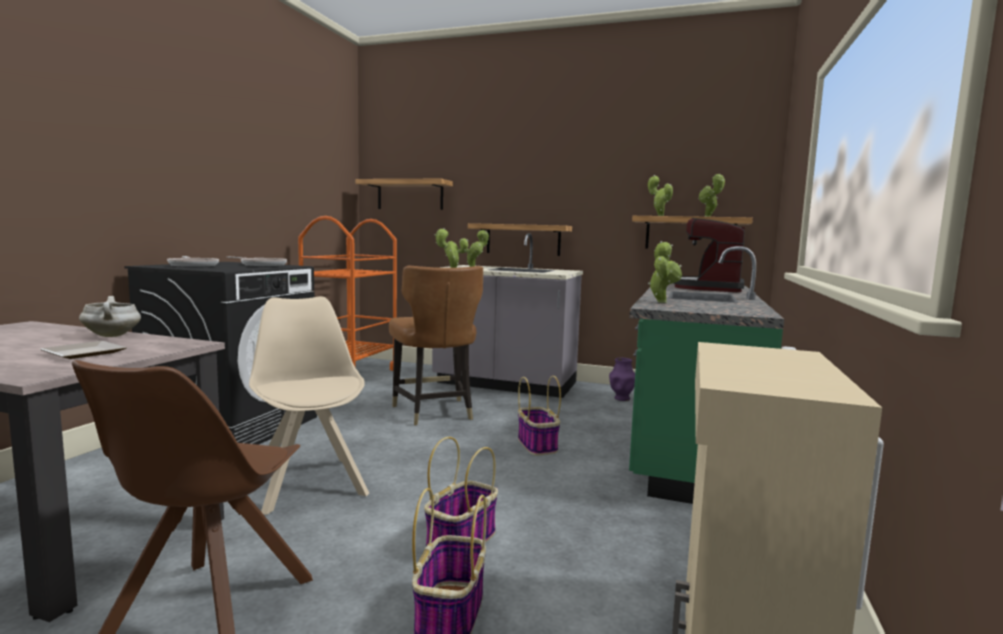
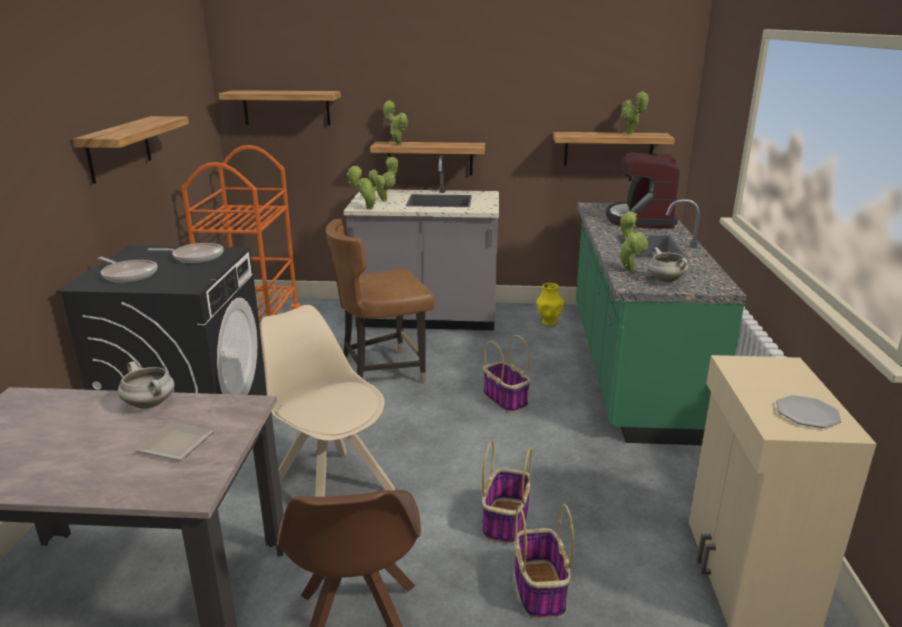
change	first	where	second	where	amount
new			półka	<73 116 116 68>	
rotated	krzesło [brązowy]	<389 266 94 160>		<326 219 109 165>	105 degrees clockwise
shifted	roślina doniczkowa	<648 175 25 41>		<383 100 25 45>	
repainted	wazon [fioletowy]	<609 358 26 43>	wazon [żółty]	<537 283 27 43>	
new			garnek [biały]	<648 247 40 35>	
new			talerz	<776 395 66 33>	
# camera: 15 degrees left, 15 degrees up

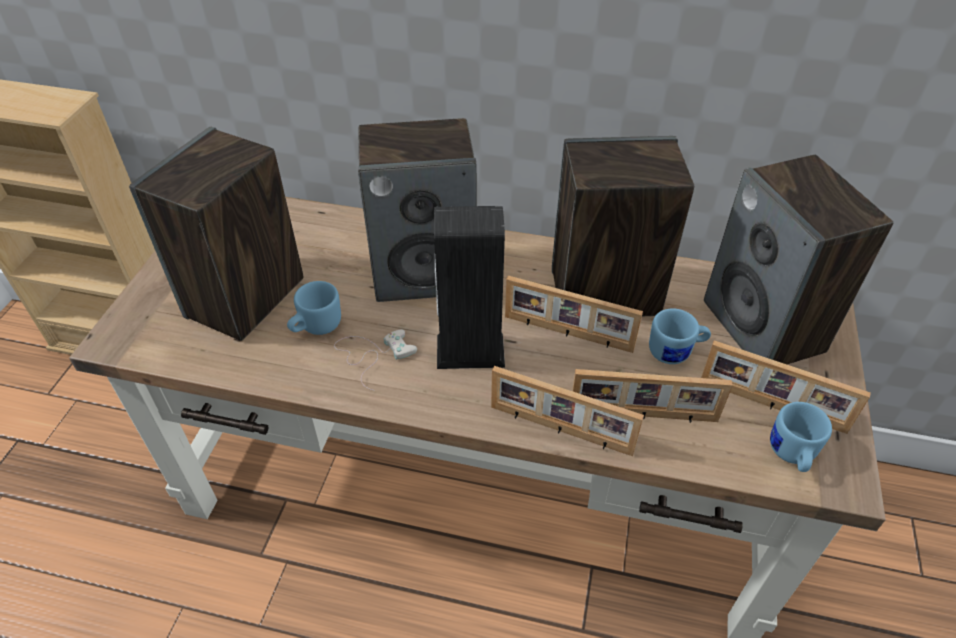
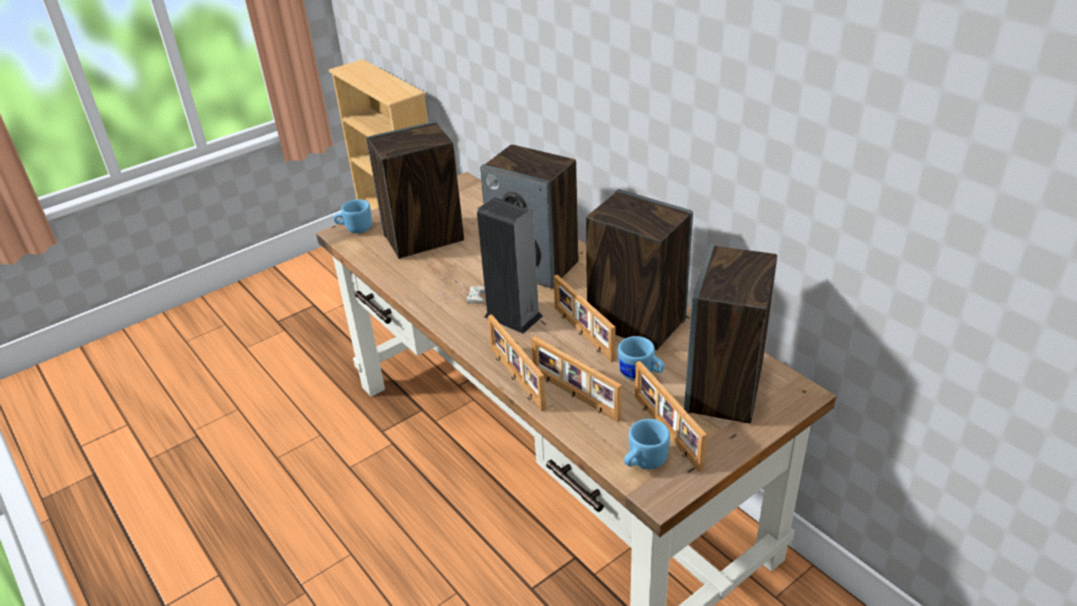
change	first	where	second	where	amount
shifted	kubek [niebieski]	<287 281 54 54>		<333 199 39 34>	
# camera: 40 degrees right, 10 degrees down

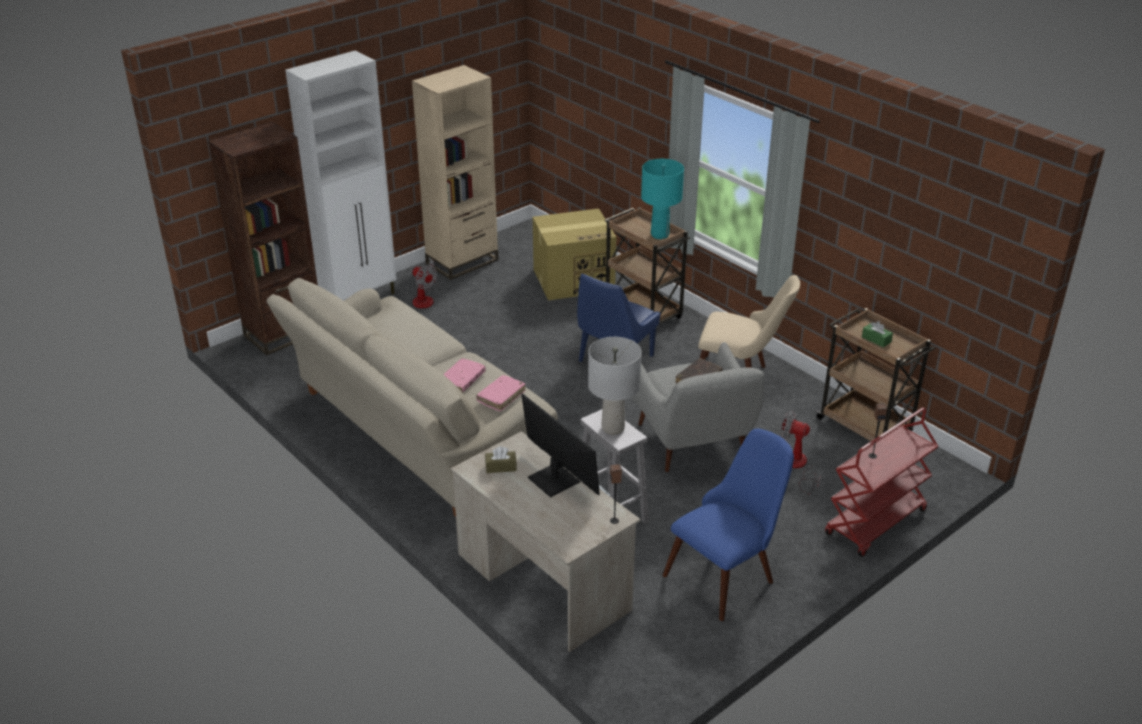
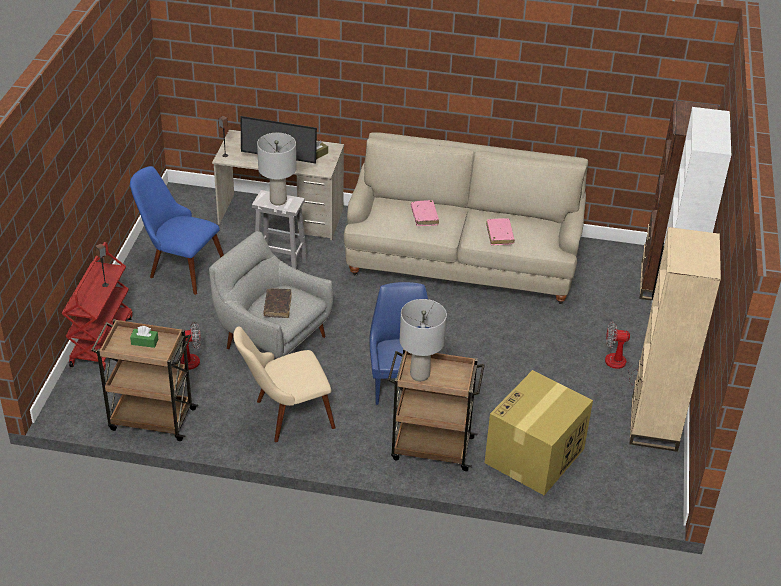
change	first	where	second	where	amount
rotated	krzesło [niebieski]	<663 428 131 193>		<130 166 94 129>	105 degrees clockwise
repainted	lampa stołowa [turkusowy]	<641 159 43 80>	lampa stołowa [szary]	<400 299 47 82>	
shifted	książka [różowy]	<476 375 49 36>		<486 218 29 27>	
# camera: 140 degrees right, 5 degrees up

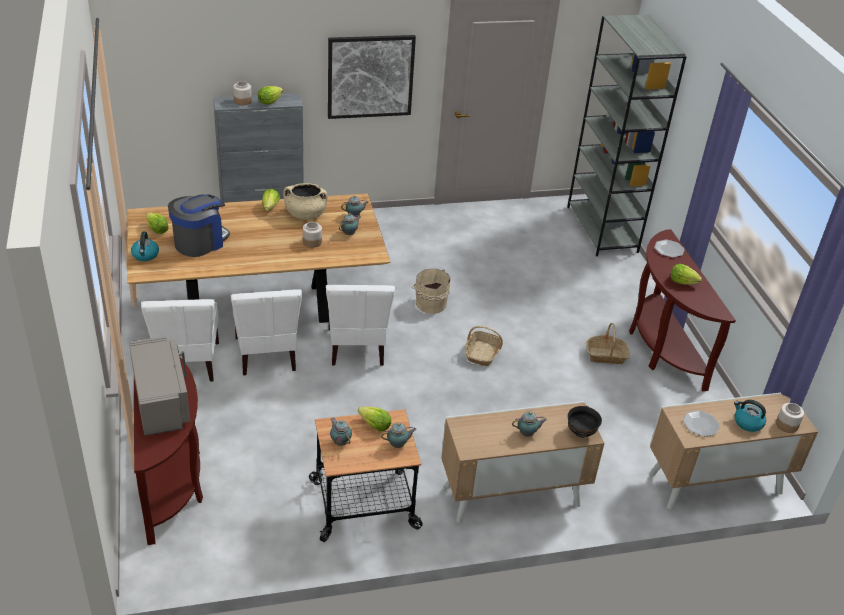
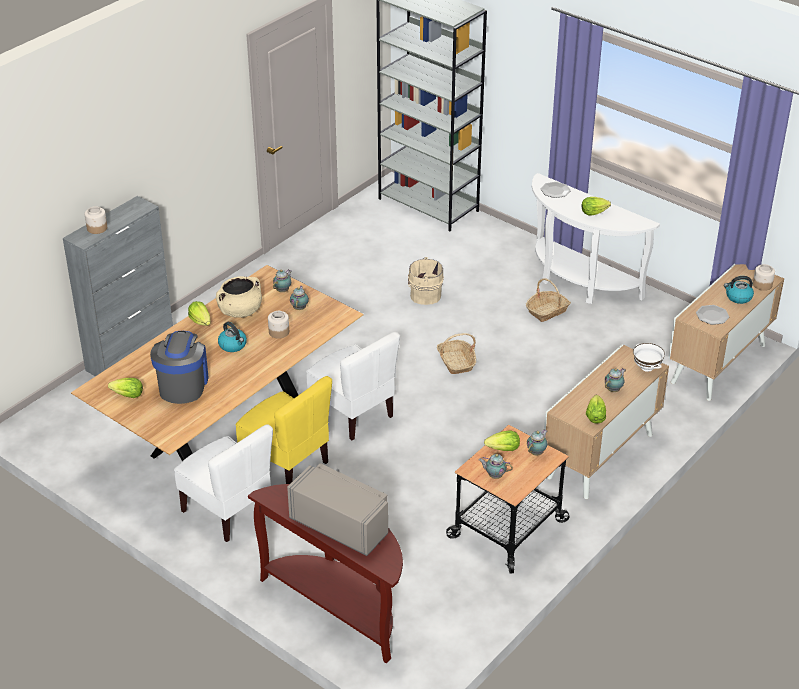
change	first	where	second	where	amount
shifted	czajnik	<131 232 28 29>		<218 322 29 30>	
repainted	krzesło [biały]	<231 289 71 87>	krzesło [żółty]	<235 376 97 108>	
shifted	wiadro [beżowy]	<413 268 38 46>		<408 257 36 48>	
repainted	stolik konsolowy [brązowy]	<629 229 107 162>	stolik konsolowy [biały]	<532 173 128 131>	
shifted	sałata	<258 86 25 19>		<586 395 20 28>	
repainted	miska [czarny]	<568 406 34 32>	miska [biały]	<633 343 32 29>	
gone	obraz	<328 35 88 84>			
# camera: 35 degrees left, 0 degrees up

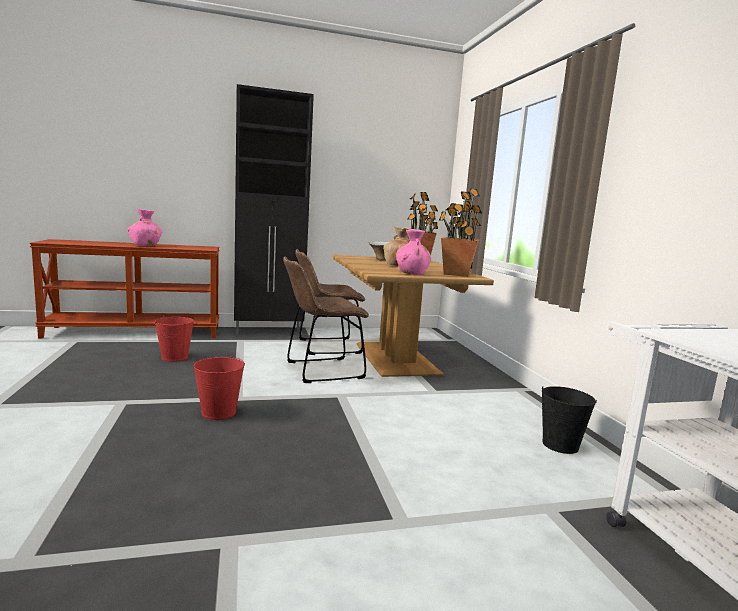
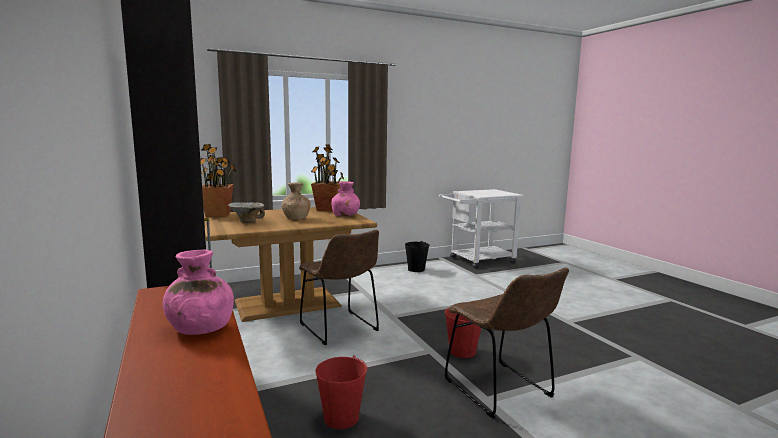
change	first	where	second	where	amount
shifted	krzesło [brązowy]	<295 249 70 106>		<444 268 125 150>	
# camera: 100 degrees left, 0 degrees up

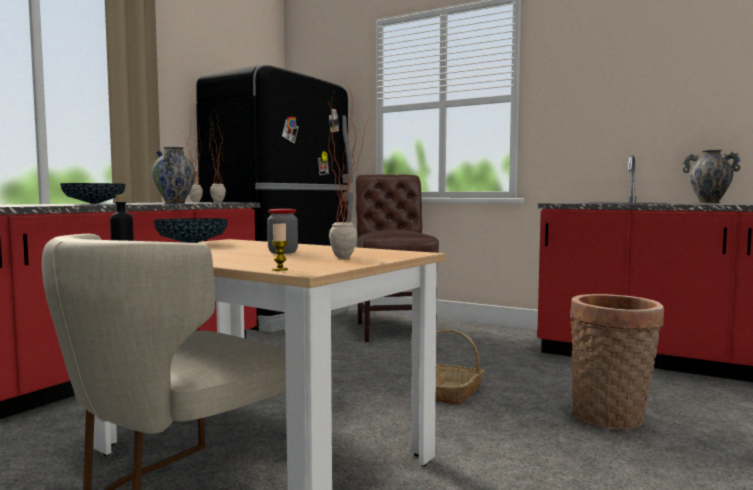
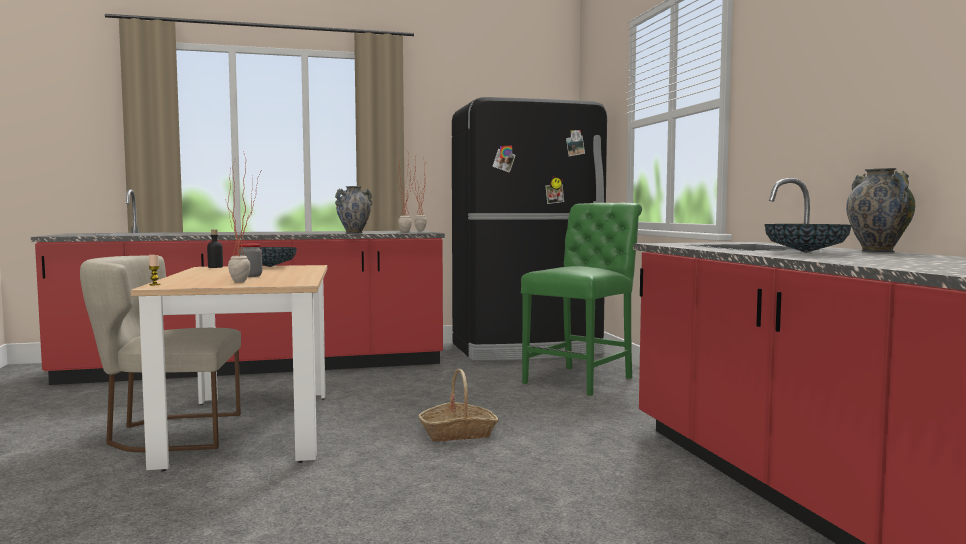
change	first	where	second	where	amount
repainted	krzesło [brązowy]	<356 174 83 168>	krzesło [zielony]	<521 203 121 193>	
shifted	miska	<60 183 66 21>		<764 224 88 29>	
gone	koszyk	<570 294 94 135>			
# camera: 45 degrees right, 0 degrees up

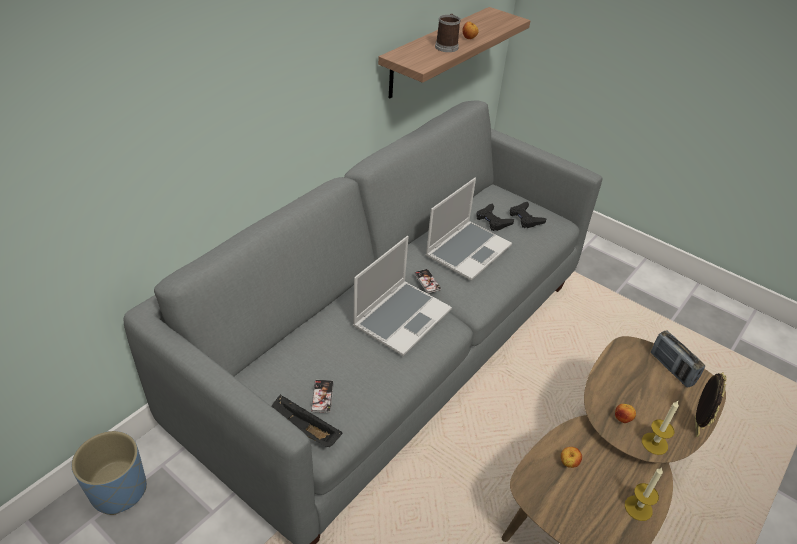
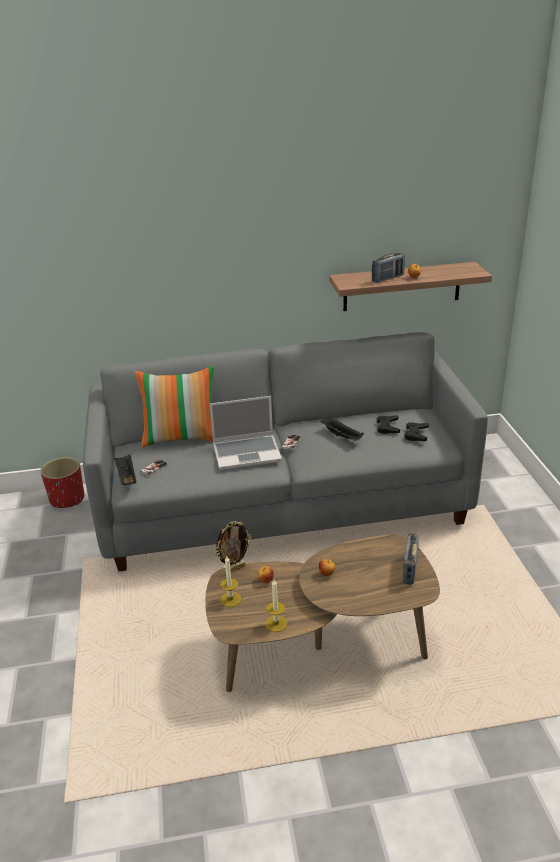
change	first	where	second	where	amount
repainted	donica [niebieski]	<72 431 75 84>	donica [czerwony]	<41 457 43 51>	
new			poduszka	<134 366 80 81>	
shifted	ramka na zdjęcie	<695 372 31 66>		<215 521 37 53>	
shifted	świeca	<642 401 37 54>		<220 556 21 51>	
swapped	laptop	<426 178 86 103>	taca [czarny]	<321 417 43 24>	
swapped	kubek	<435 14 26 38>	radio	<371 253 34 30>	
# camera: 45 degrees right, 10 degrees down

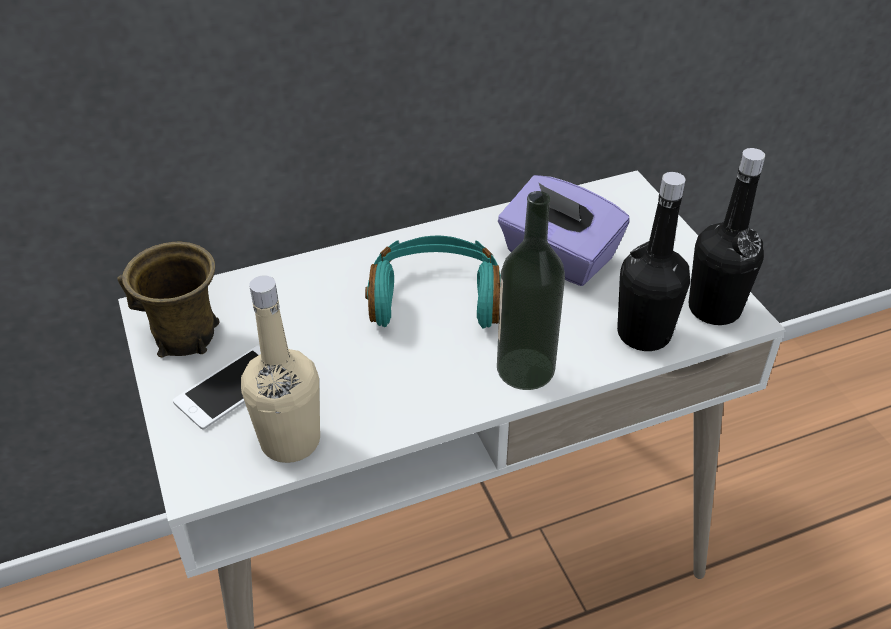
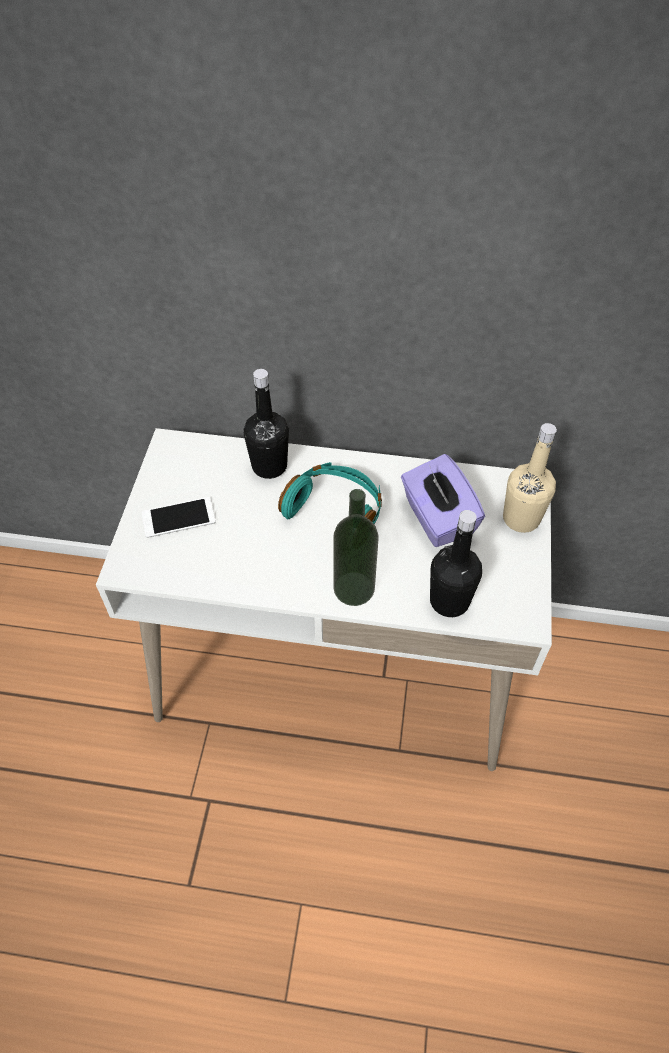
change	first	where	second	where	amount
shifted	butelka [czarny]	<689 148 76 177>		<244 369 45 110>	
shifted	butelka [beżowy]	<241 275 79 188>		<503 423 54 110>	
gone	kubek [brązowy]	<117 242 103 116>			
# camera: 30 degrees right, 10 degrees up

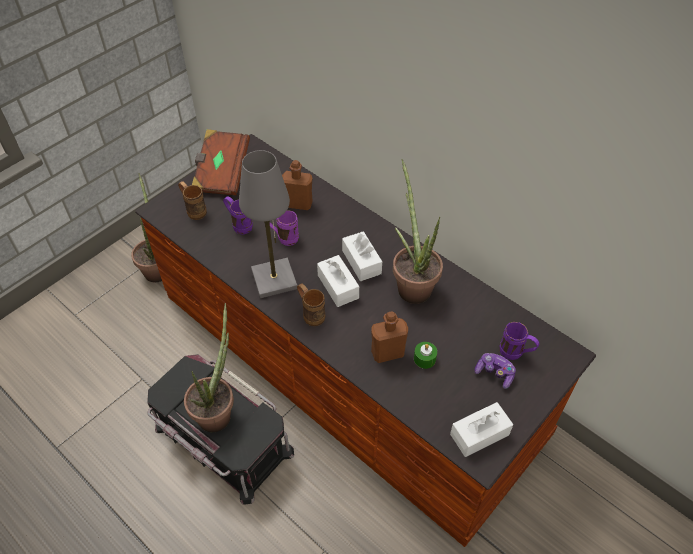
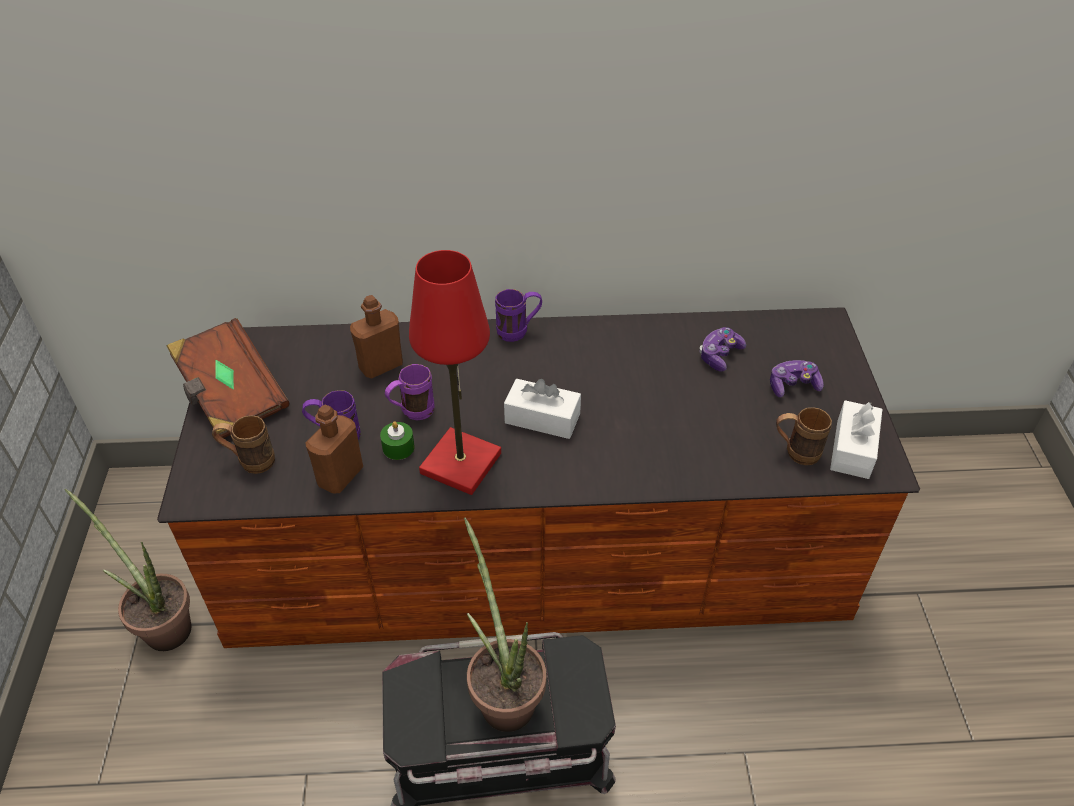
change	first	where	second	where	amount
shifted	butelka [brązowy]	<371 311 37 52>		<306 404 57 89>	
shifted	świeca [zielony]	<414 342 23 27>		<380 421 34 39>	
repainted	lampa stołowa [szary]	<239 150 58 148>	lampa stołowa [czerwony]	<409 250 92 245>	
shifted	kubek [fioletowy]	<499 322 41 38>		<495 289 47 53>	
new			pad do gier	<699 327 47 45>	
shifted	kubek [brązowy]	<297 283 28 43>		<776 407 56 58>	
gone	pudełko chusteczek [biały]	<342 231 40 50>			
gone	roślina doniczkowa	<393 159 50 145>			
# camera: 45 degrees left, 5 degrees down

